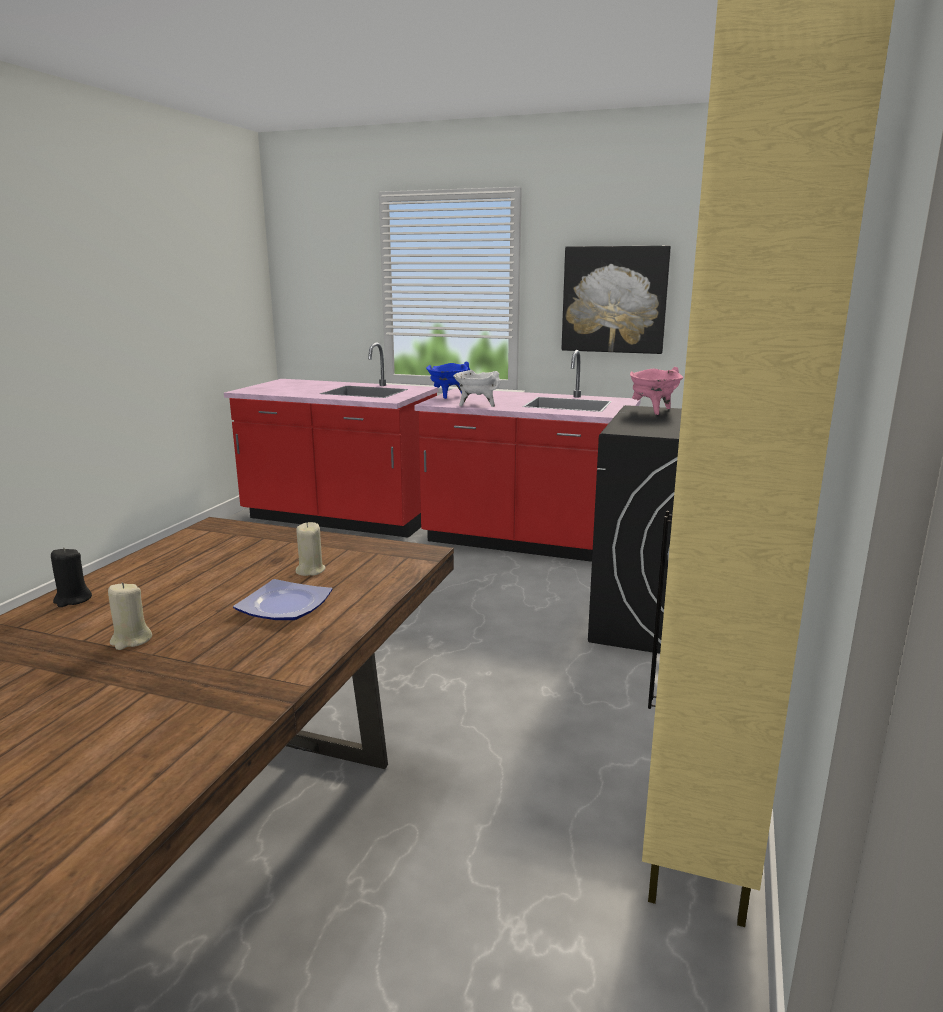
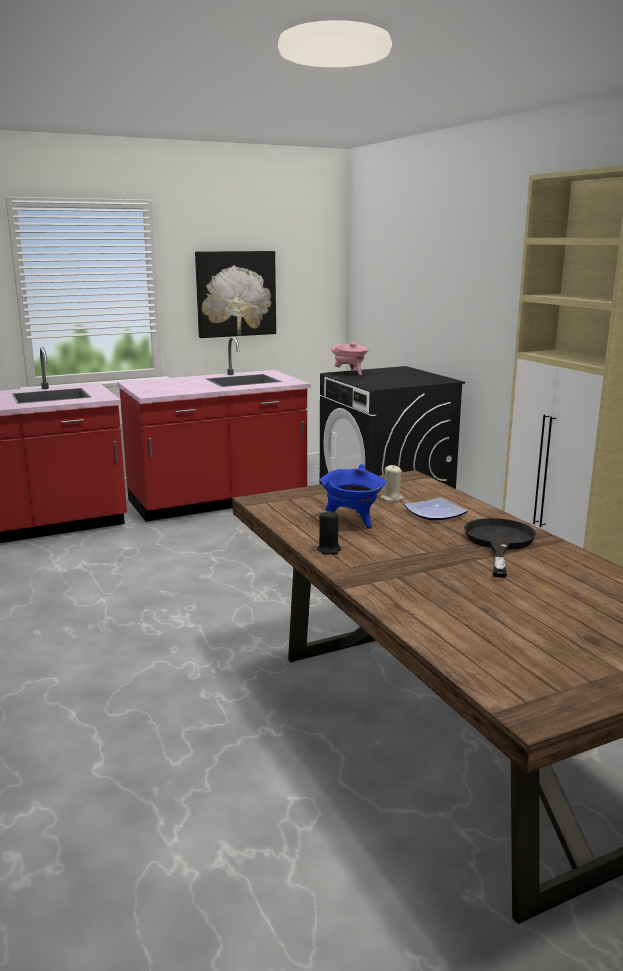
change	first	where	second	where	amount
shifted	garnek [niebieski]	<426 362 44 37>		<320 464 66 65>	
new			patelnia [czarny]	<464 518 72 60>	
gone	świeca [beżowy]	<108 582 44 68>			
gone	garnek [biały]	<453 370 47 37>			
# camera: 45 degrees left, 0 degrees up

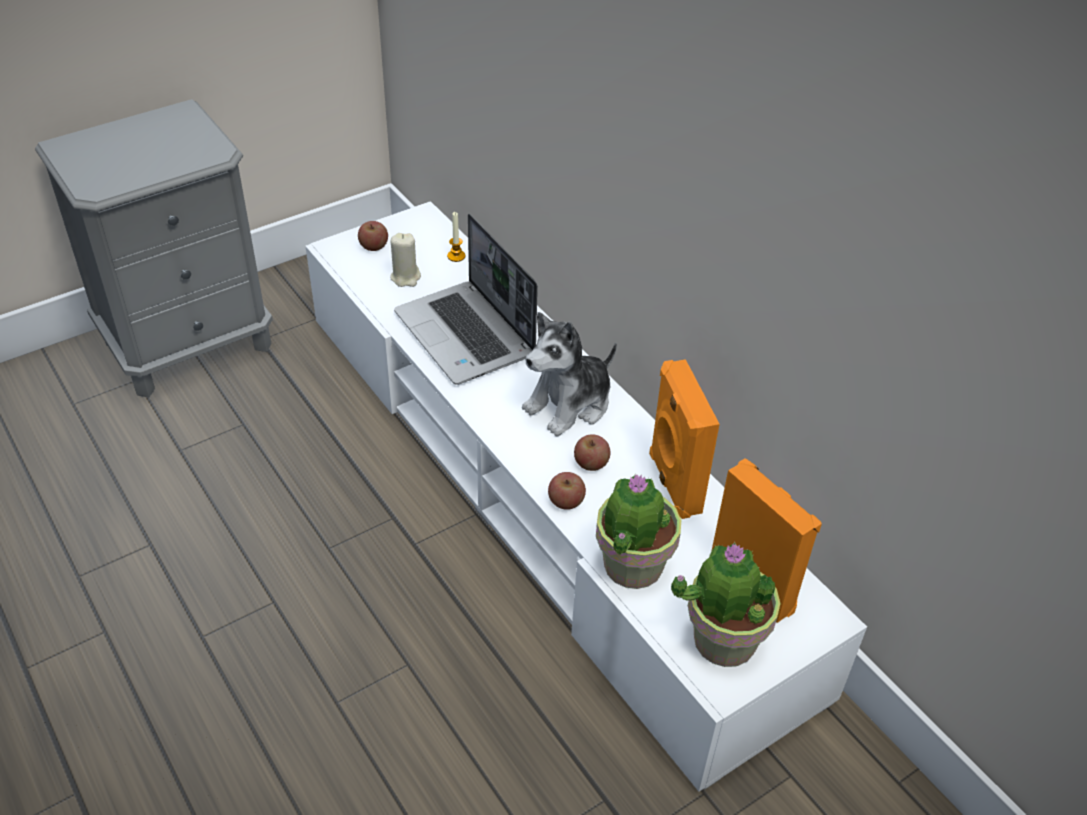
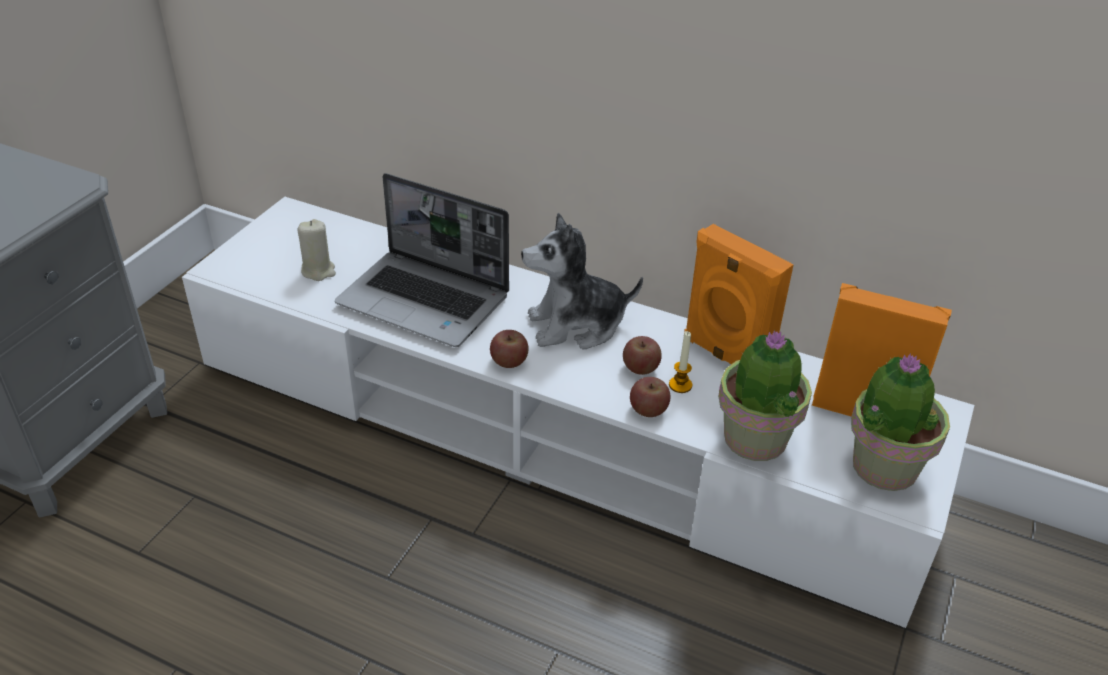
change	first	where	second	where	amount
shifted	jabłko	<358 221 30 30>		<490 330 39 38>	
rotated	pluszak	<522 312 95 125>		<521 213 122 137>	60 degrees clockwise
shifted	świeca	<447 212 18 50>		<669 331 23 62>	
# camera: 30 degrees left, 5 degrees down

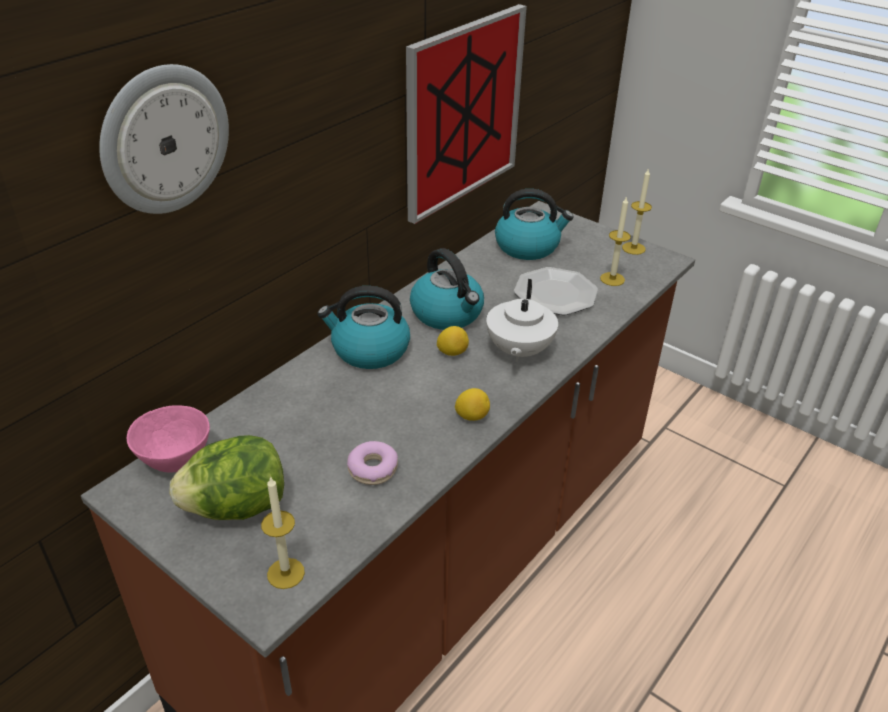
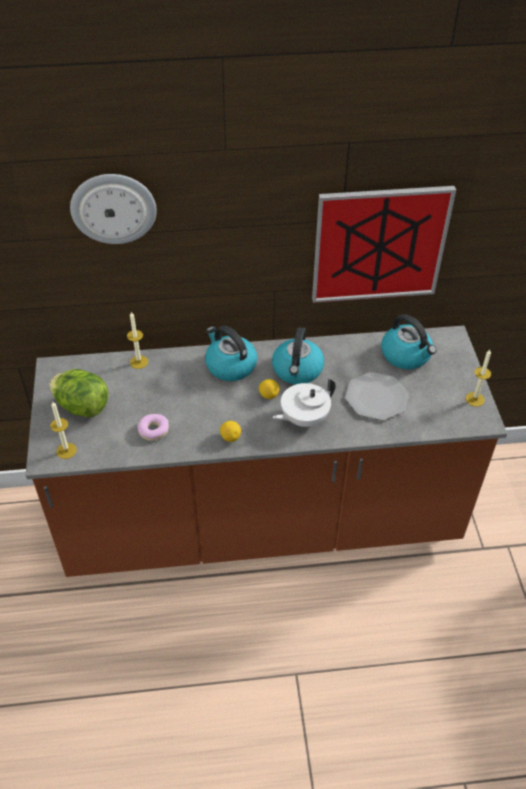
change	first	where	second	where	amount
shifted	świeca	<600 196 31 90>		<127 312 21 57>	
gone	miska [różowy]	<127 405 83 67>			
# camera: 45 degrees right, 10 degrees up

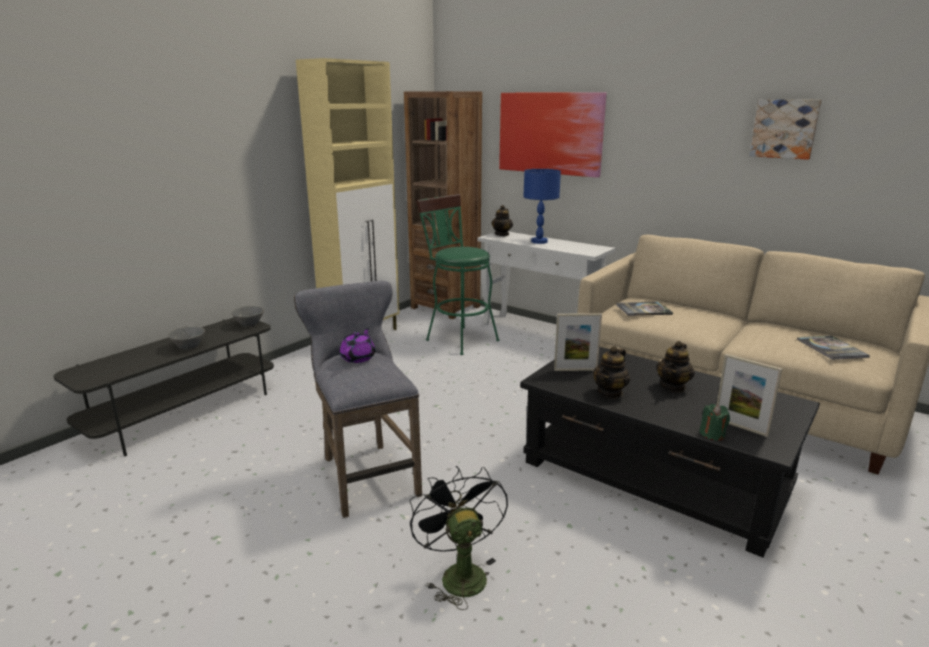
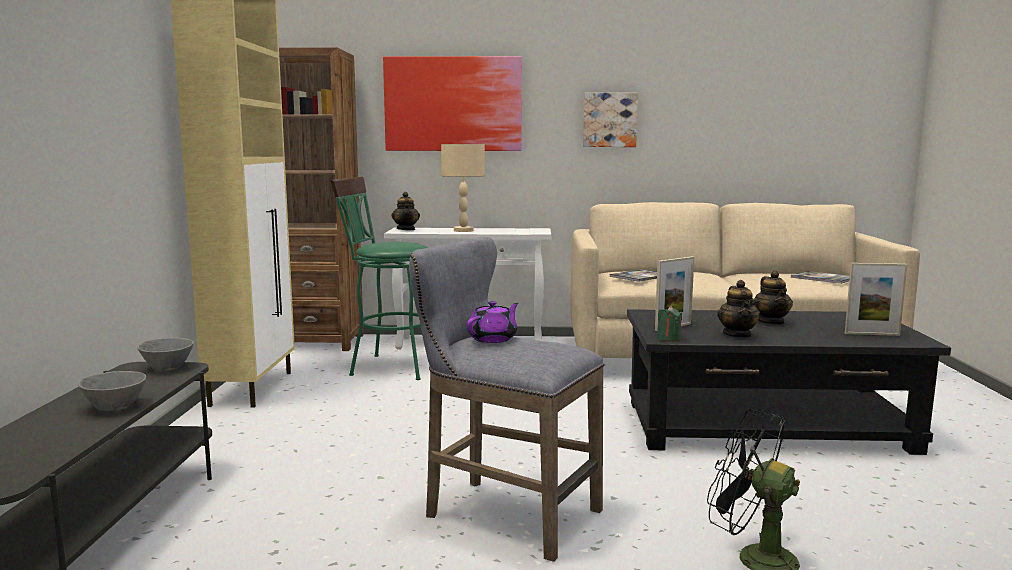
change	first	where	second	where	amount
repainted	lampa stołowa [niebieski]	<523 169 38 75>	lampa stołowa [beżowy]	<441 144 44 88>	
rotated	imbryk [fioletowy]	<340 328 35 35>		<467 301 52 42>	60 degrees clockwise
shifted	obraz	<749 99 73 61>		<583 93 55 54>	
shifted	świeca [zielony]	<700 404 30 37>		<657 306 25 36>	
# camera: 35 degrees left, 10 degrees down

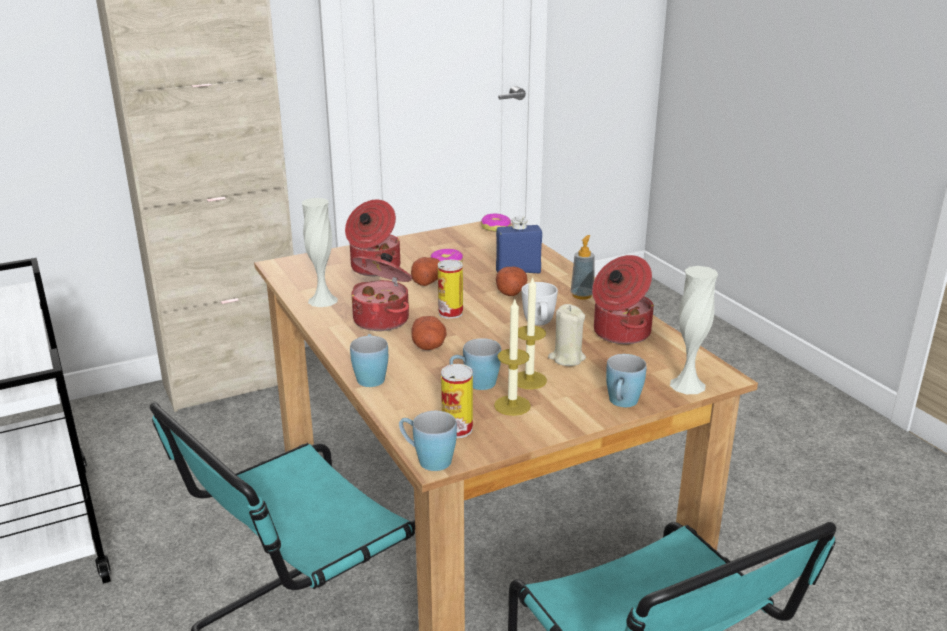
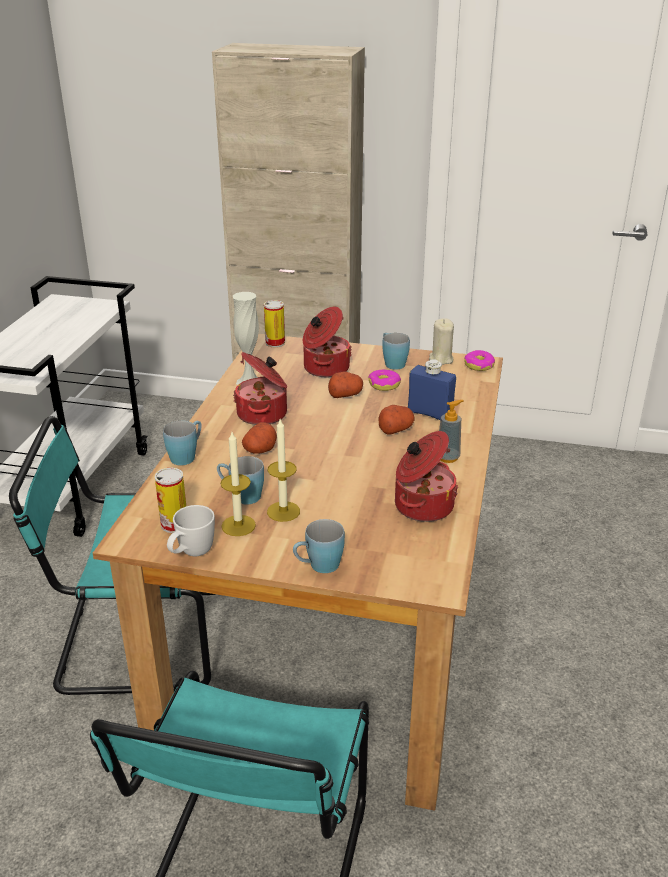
change	first	where	second	where	amount
shifted	kubek [biały]	<522 282 36 44>		<167 505 48 51>	
shifted	puszka	<438 259 25 60>		<264 300 21 47>	
shifted	kubek [niebieski]	<399 411 58 60>		<383 333 27 37>	
shifted	świeca [beżowy]	<548 304 38 62>		<429 318 25 47>	
gone	wazon [biały]	<670 266 48 128>			
# camera: 40 degrees right, 5 degrees up

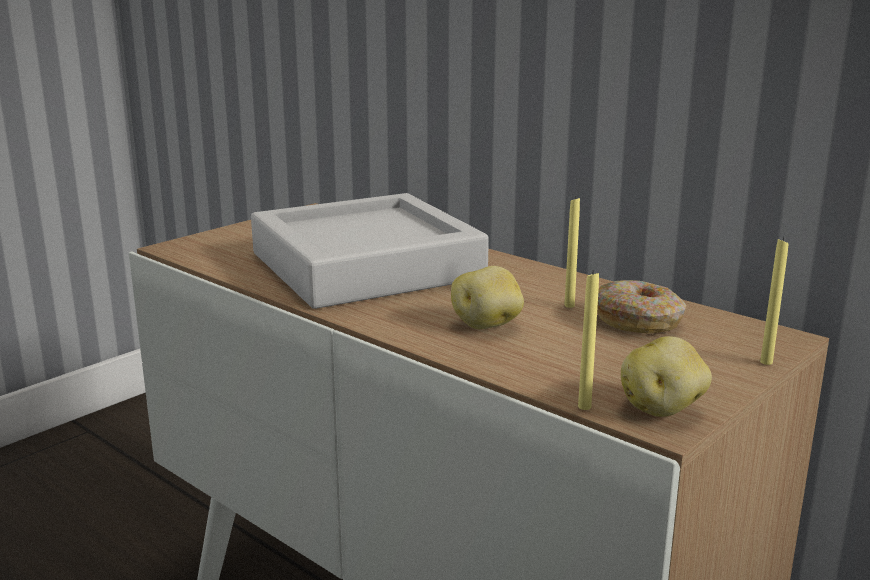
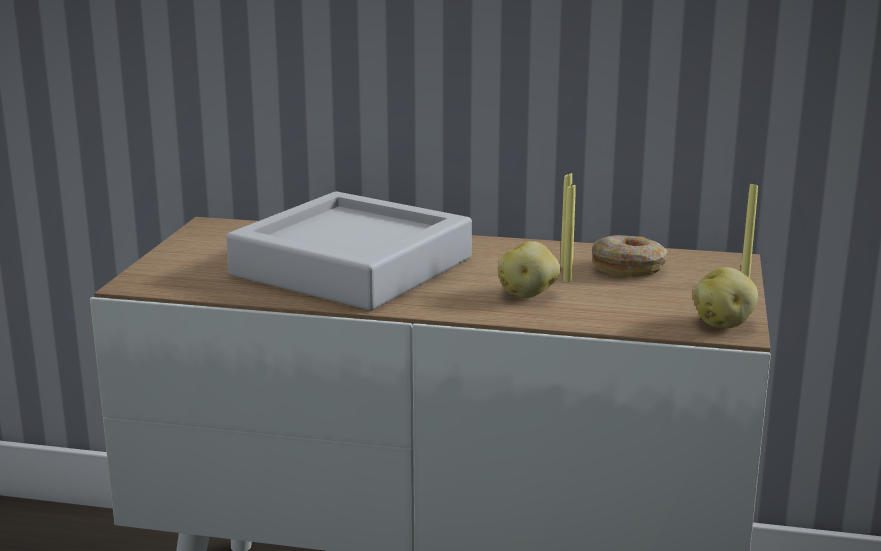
change	first	where	second	where	amount
shifted	świeca [żółty]	<578 270 21 140>		<563 183 13 99>	
# camera: 30 degrees left, 0 degrees up

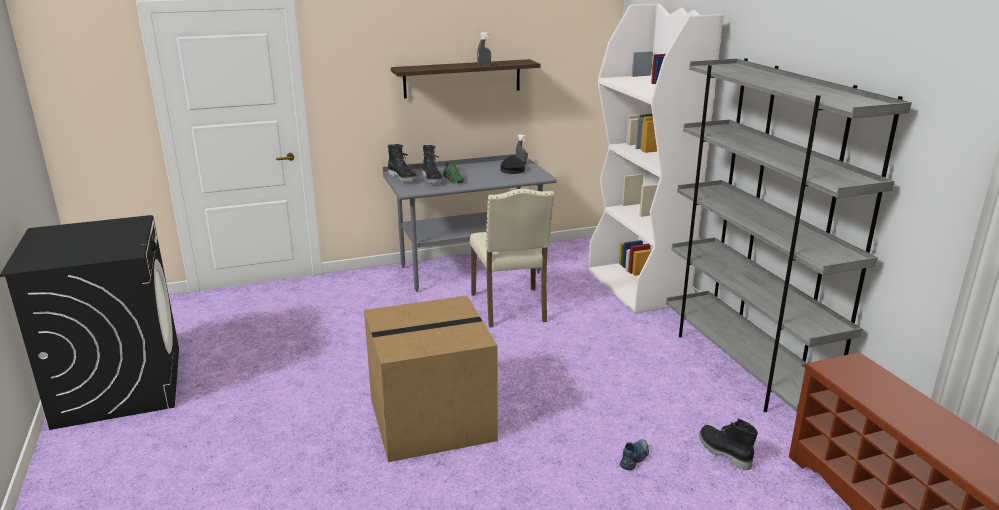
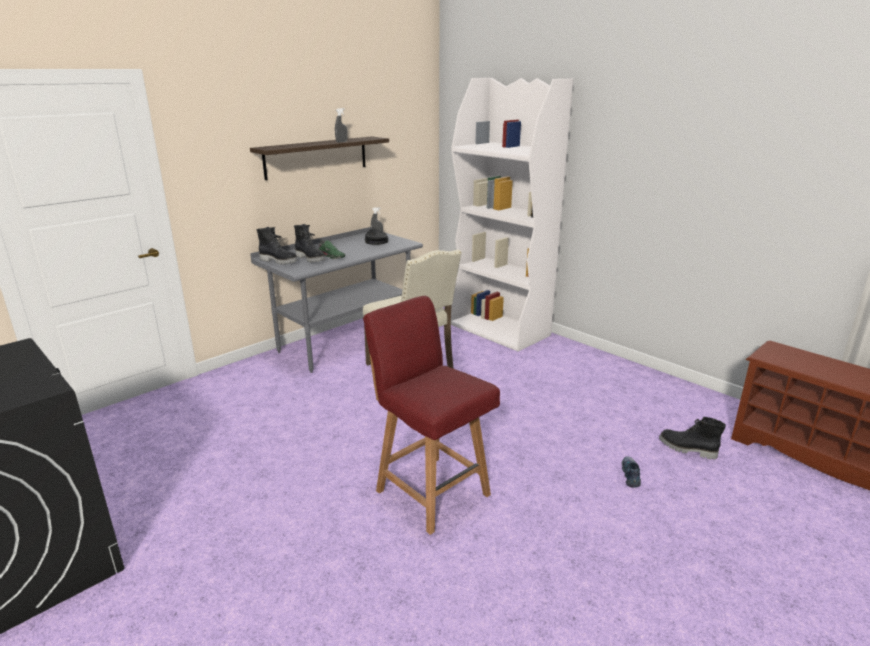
change	first	where	second	where	amount
swapped	karton	<364 296 134 166>	krzesło [czerwony]	<363 296 137 239>	
gone	regał [szary]	<666 58 246 354>			
# camera: 25 degrees left, 0 degrees up

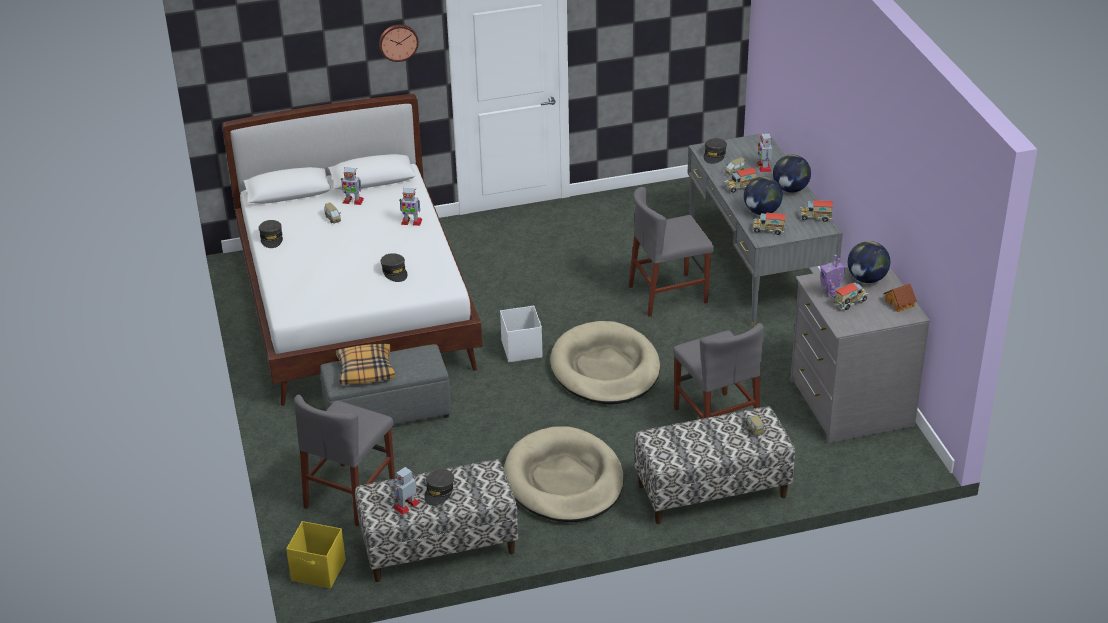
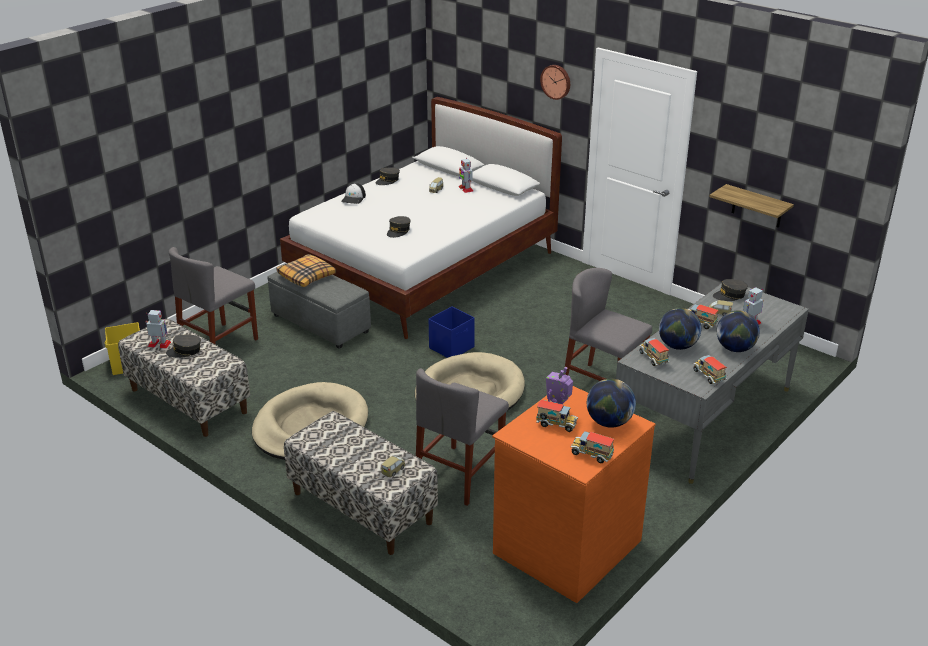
change	first	where	second	where	amount
rotated	krzesło [szary]	<294 395 101 131>		<169 247 89 98>	45 degrees counterclockwise
new			czapka z daszkiem	<341 183 25 21>	
repainted	pojemnik do przechowywania [biały]	<500 306 43 56>	pojemnik do przechowywania [niebieski]	<429 306 46 52>	
repainted	komoda [szary]	<790 267 140 176>	komoda [pomarańczowy]	<492 386 163 217>	
swapped	domek	<883 283 34 29>	ciężarówka zabawkowa	<571 431 44 32>	
new			półka	<709 184 85 44>	
gone	robot zabawkowy	<399 188 23 38>			
# camera: 55 degrees right, 5 degrees down

